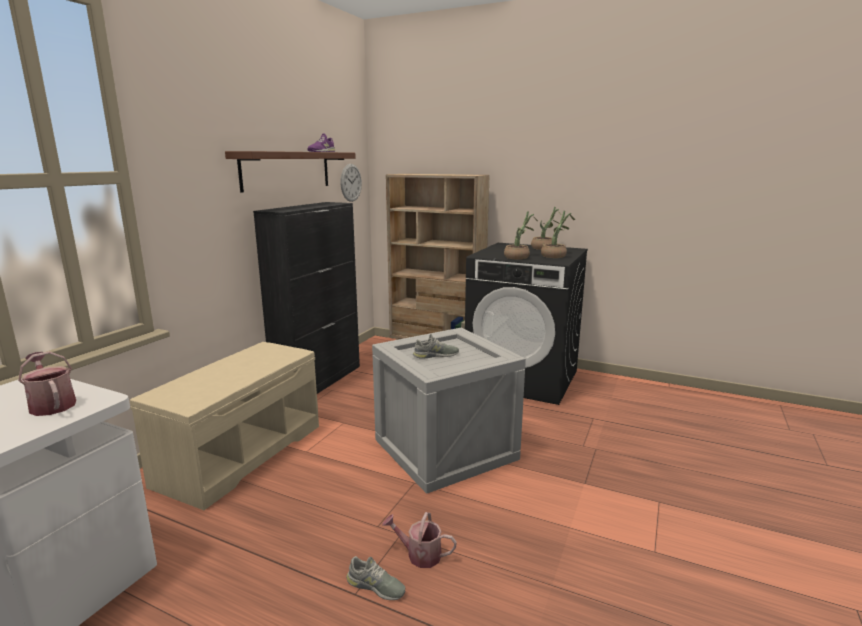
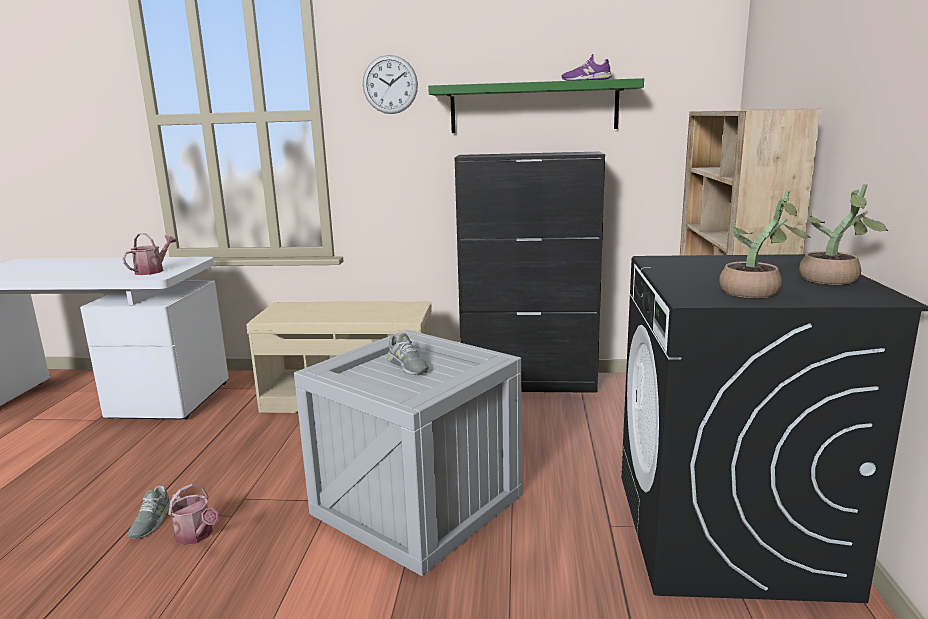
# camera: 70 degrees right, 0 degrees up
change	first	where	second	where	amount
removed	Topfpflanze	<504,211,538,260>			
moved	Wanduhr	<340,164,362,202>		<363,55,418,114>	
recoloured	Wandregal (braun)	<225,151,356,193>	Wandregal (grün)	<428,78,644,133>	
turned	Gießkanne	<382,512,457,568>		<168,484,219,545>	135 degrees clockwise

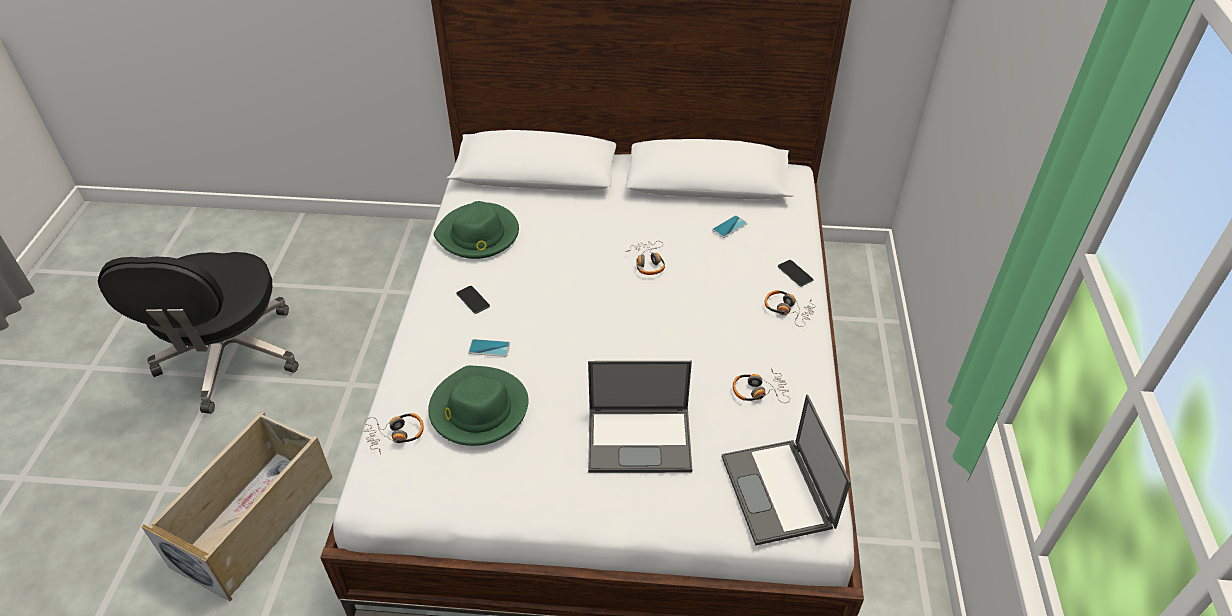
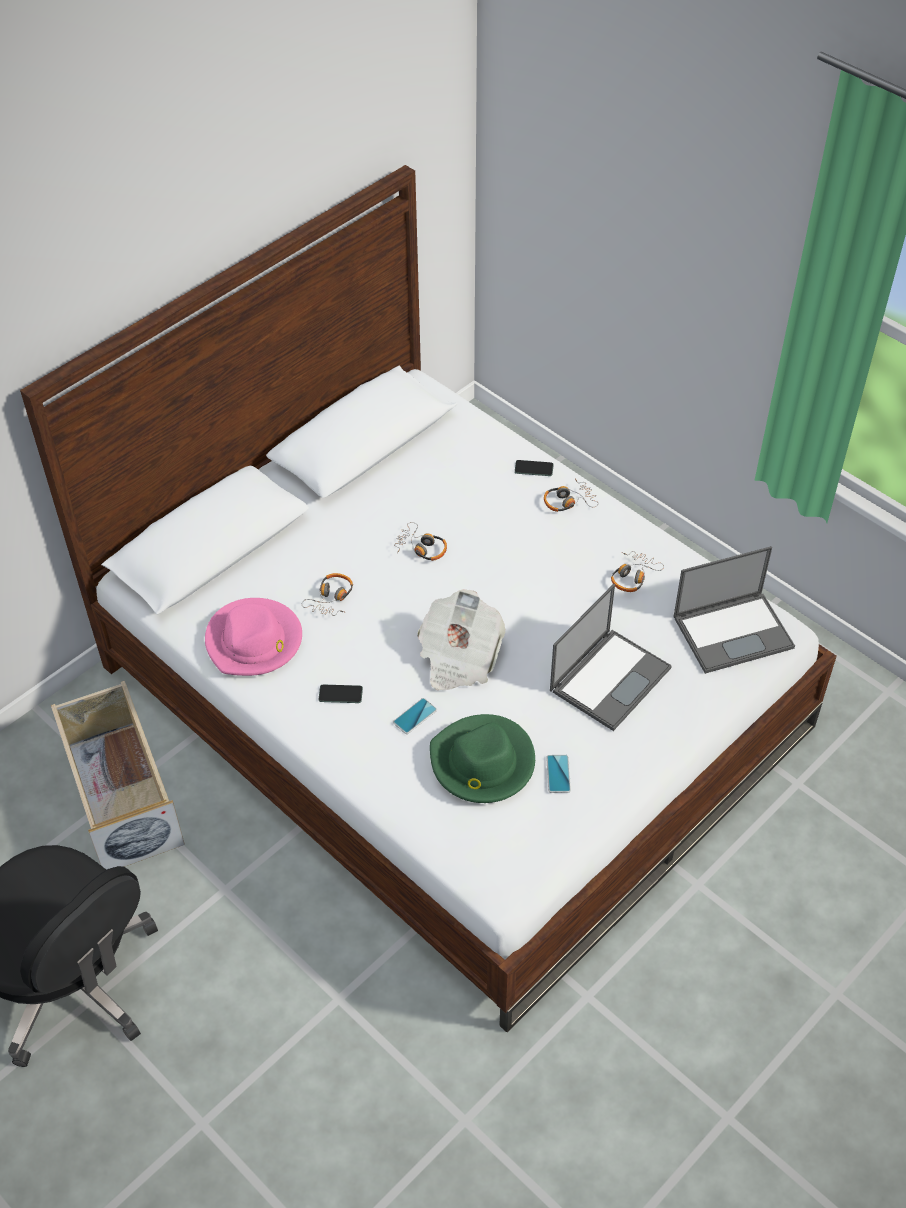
# camera: 50 degrees left, 5 degrees up
change	first	where	second	where	amount
added			Zeitung	<417,589,505,690>	
moved	Aufbewahrungsbox (beige)	<142,411,333,601>		<51,681,185,870>	
moved	Kopfhörer	<364,413,424,454>		<302,573,353,616>	
moved	Handy	<712,215,747,238>		<546,755,571,793>	
recoloured	Hut (grün)	<434,201,519,259>	Hut (rosa)	<205,598,302,676>	
turned	Laptop	<722,394,851,546>		<674,546,795,674>	45 degrees counterclockwise

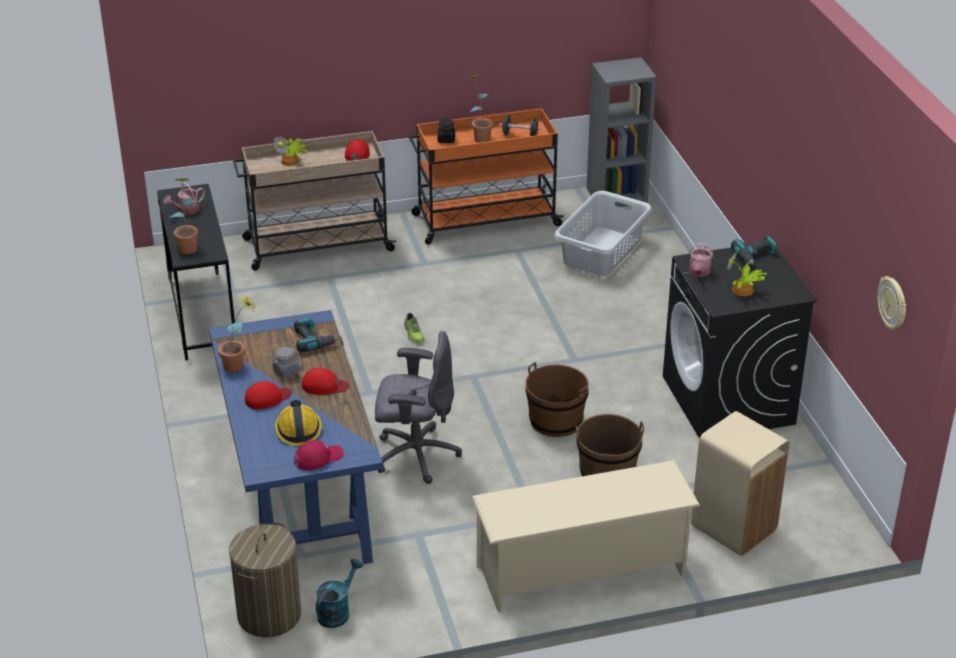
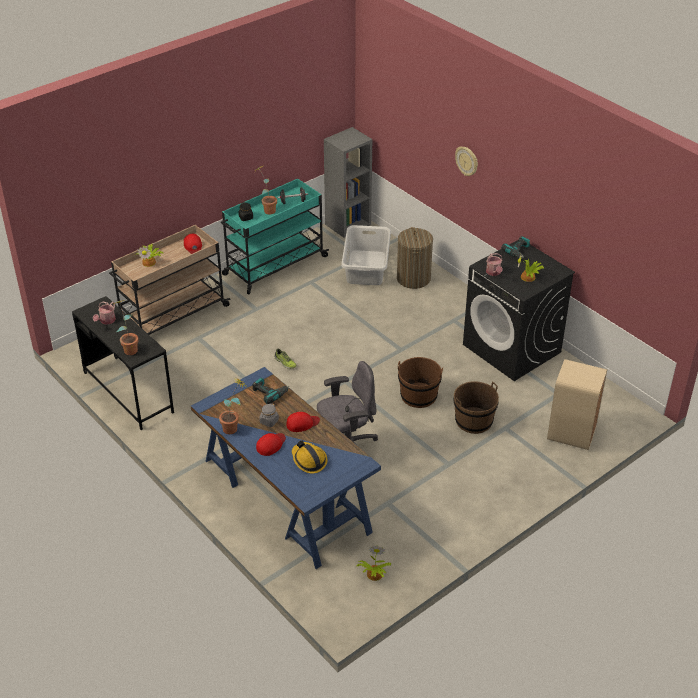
# camera: 25 degrees left, 5 degrees up
change	first	where	second	where	amount
removed	Kappe (rot)	<294,440,343,470>			
removed	Schuhregal (beige)	<472,460,700,612>			
moved	Wäschekorb	<229,523,301,637>		<397,227,433,289>	
moved	Wanduhr	<877,276,906,330>		<455,146,478,176>	
replaced	Gießkanne (türkis)	<316,559,363,628>	Topfpflanze	<356,546,391,581>	
recoloured	Rollwagen (orange)	<409,108,564,245>	Rollwagen (türkis)	<221,179,329,294>	

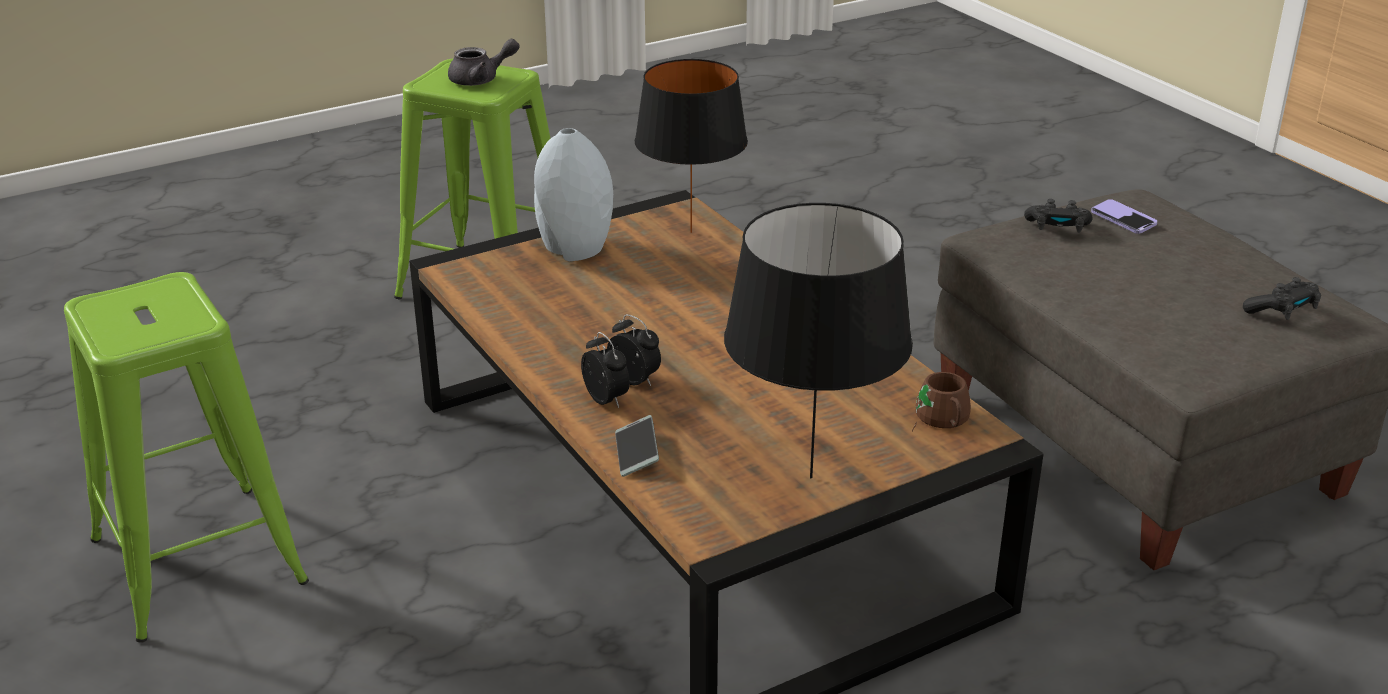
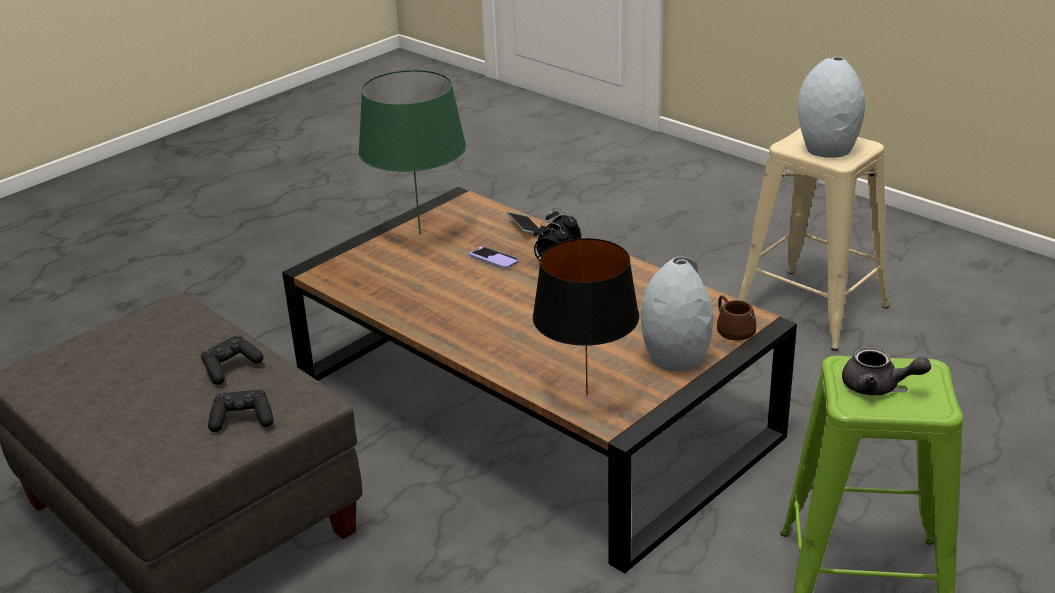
# camera: 165 degrees right, 0 degrees up
change	first	where	second	where	amount
added			Vase (grau)	<798,57,865,158>	
moved	Henkelbecher (braun)	<912,372,971,432>		<717,295,756,341>	
moved	Handy	<1091,199,1157,234>		<469,246,519,269>	
moved	Gamepad (schwarz)	<1243,277,1321,320>		<201,336,263,385>	
recoloured	Hocker (grün)	<64,272,309,643>	Hocker (beige)	<739,128,889,351>	
recoloured	Tischlampe (schwarz)	<724,203,913,478>	Tischlampe (grün)	<358,70,466,235>	
turned	Teekanne (grau)	<448,39,520,86>		<842,347,931,396>	120 degrees counterclockwise

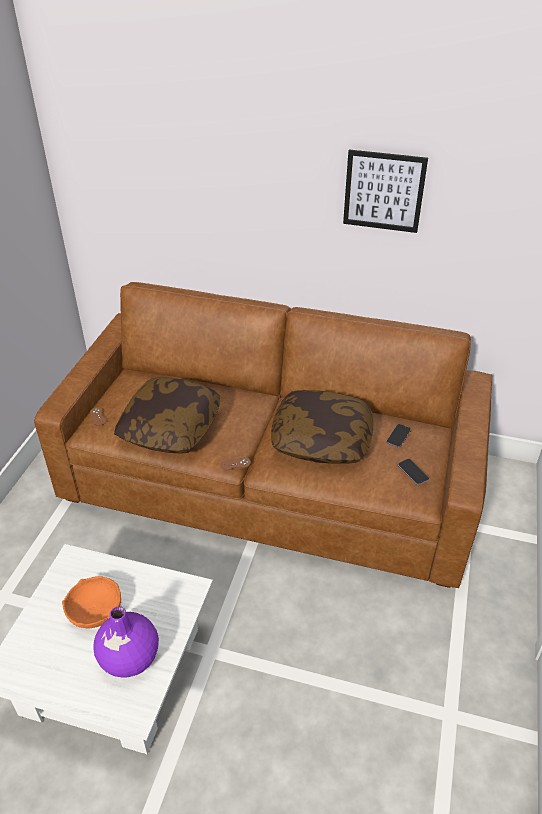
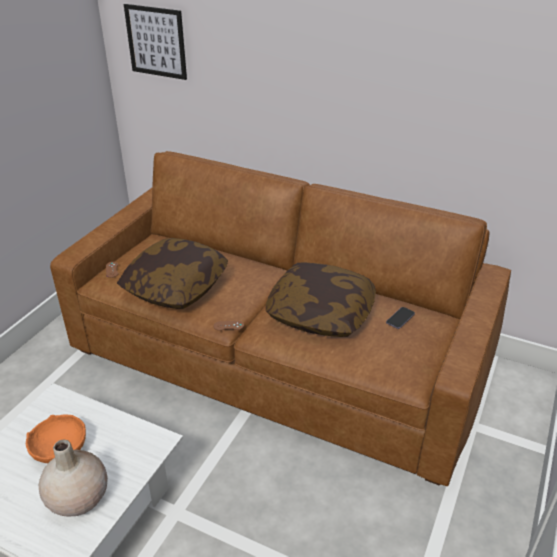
# camera: 10 degrees right, 5 degrees down
change	first	where	second	where	amount
removed	Handy	<398,459,429,485>			
moved	Bild	<343,150,428,233>		<124,4,187,80>	
recoloured	Vase (lila)	<93,607,159,677>	Vase (beige)	<39,439,108,517>	

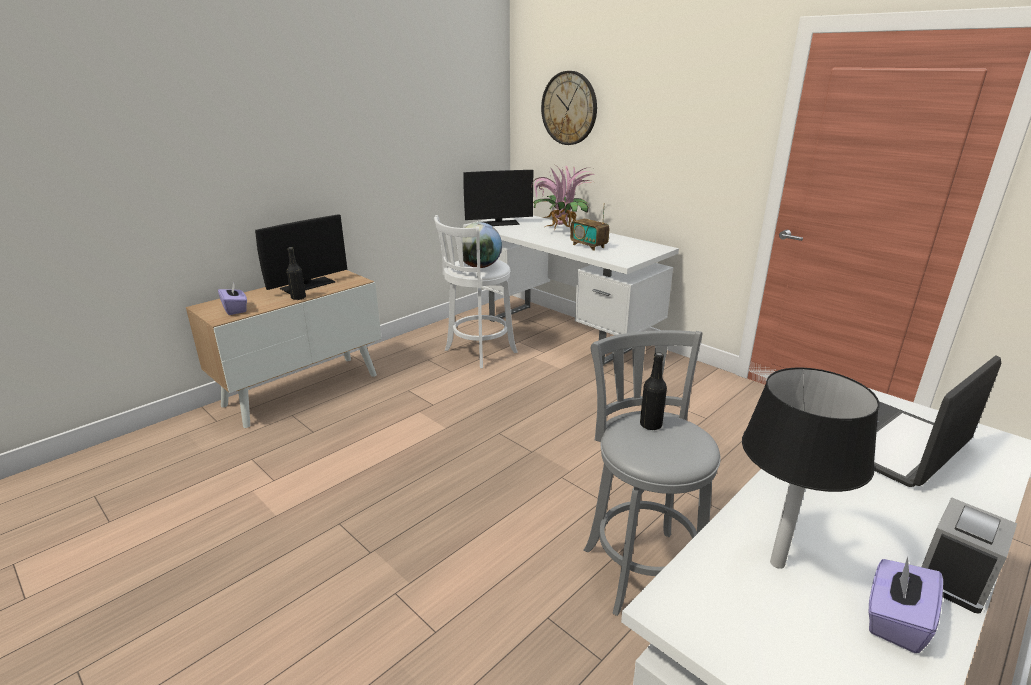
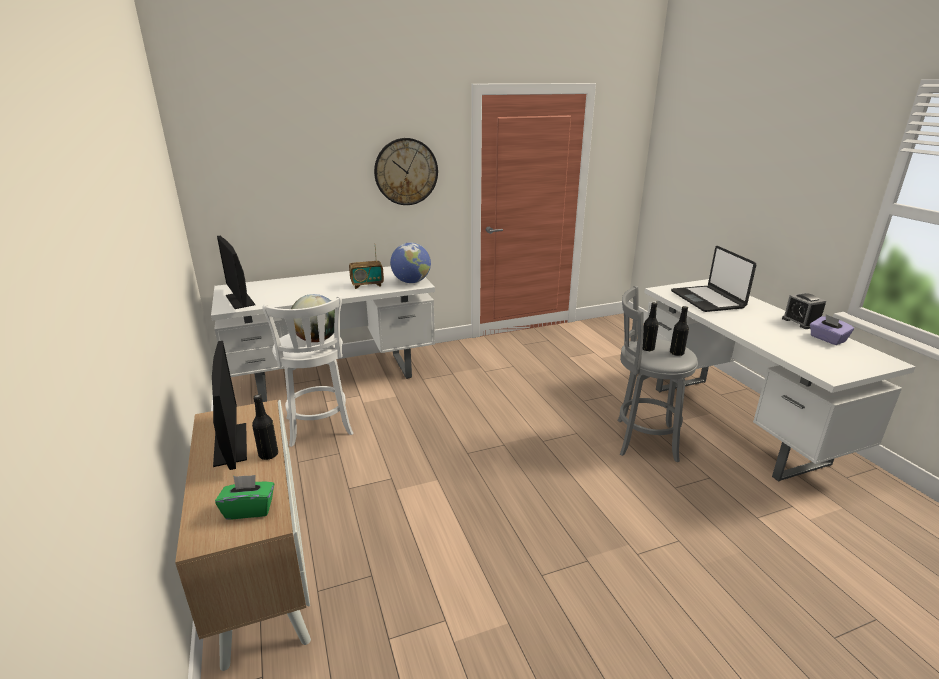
# camera: 65 degrees left, 0 degrees up
change	first	where	second	where	amount
removed	Topfpflanze	<531,165,596,228>			
removed	Tischlampe (schwarz)	<742,368,879,569>			
added			Globus	<390,242,431,283>	
added			Flasche (schwarz)	<670,306,689,356>	
moved	Wanduhr	<541,71,597,145>		<374,138,438,205>	
recoloured	Taschentuchbox (lila)	<218,283,247,315>	Taschentuchbox (grün)	<215,475,274,519>	
turned	Monitor	<463,170,533,226>		<217,236,256,309>	135 degrees clockwise

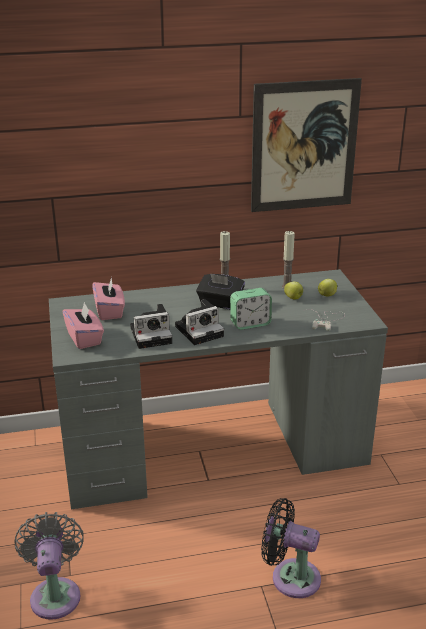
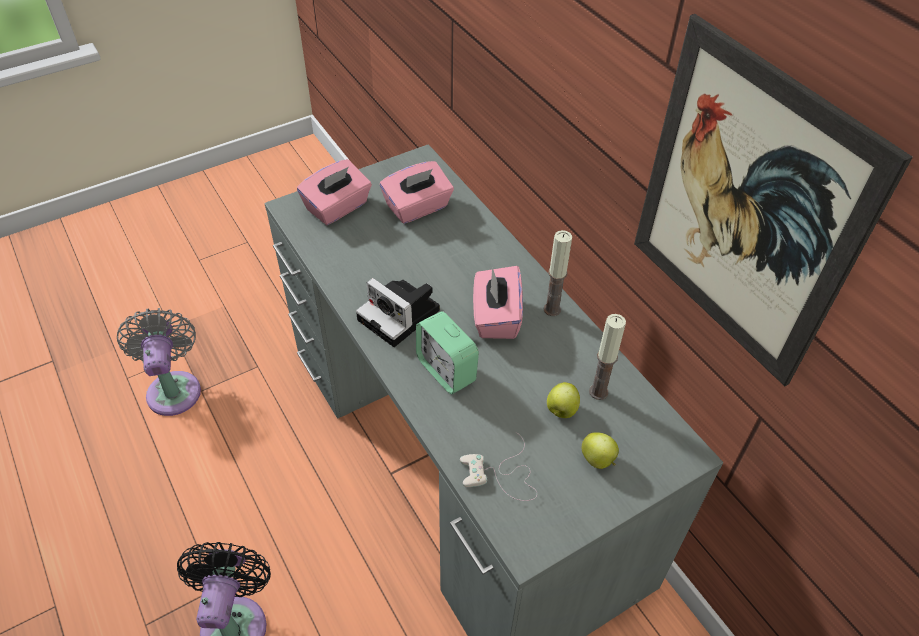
# camera: 70 degrees right, 20 degrees up
change	first	where	second	where	amount
removed	Kamera	<130,304,172,349>			
recoloured	Taschentuchbox (schwarz)	<196,273,245,309>	Taschentuchbox (rosa)	<473,266,523,339>	
turned	Ventilator (grau)	<15,512,84,620>		<117,308,201,416>	75 degrees counterclockwise

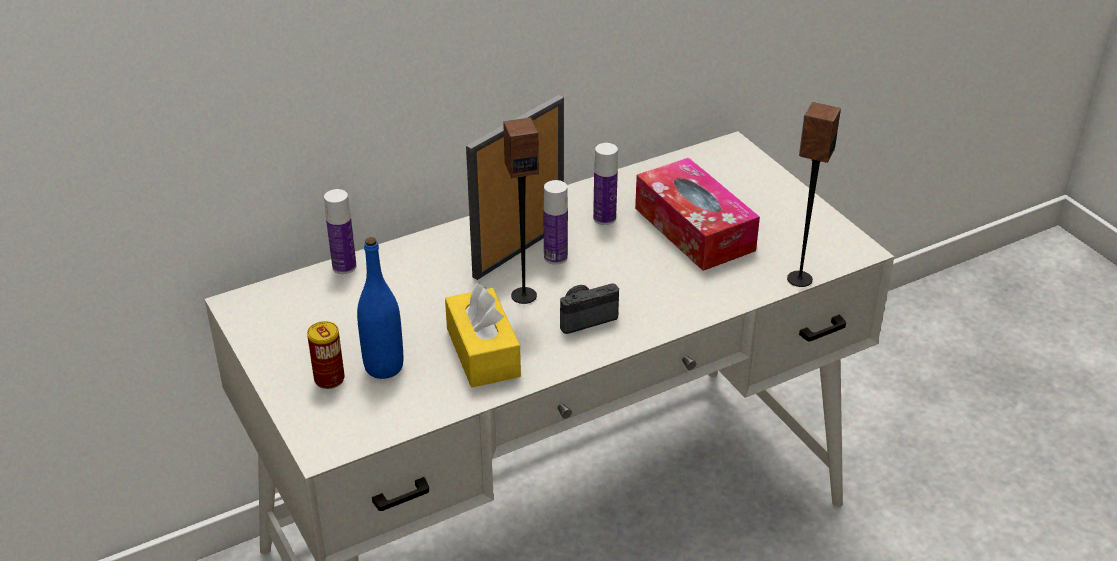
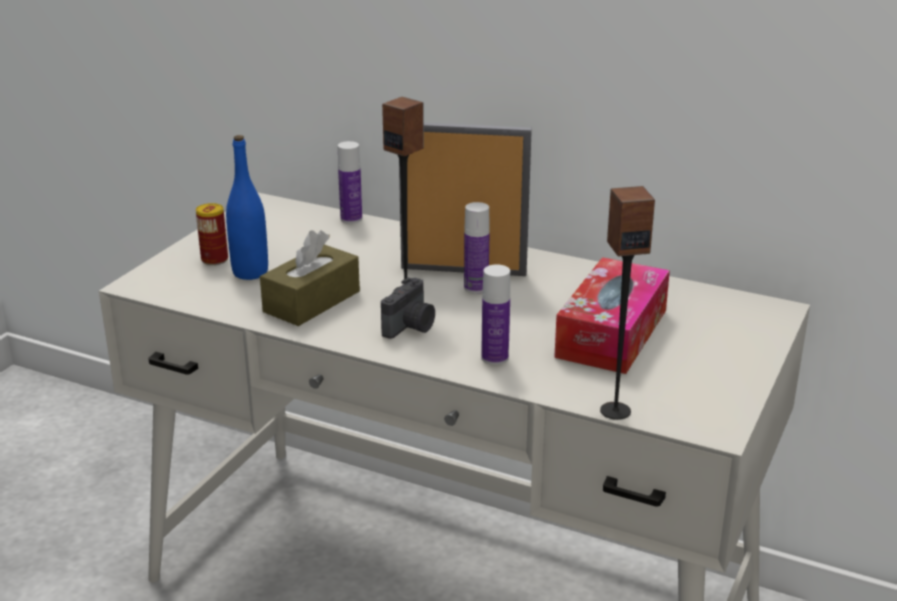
# camera: 55 degrees right, 10 degrees down
change	first	where	second	where	amount
moved	Flasche	<593,143,618,225>		<481,264,510,365>	
recoloured	Taschentuchbox (gelb)	<445,283,521,388>	Taschentuchbox (braun)	<260,230,360,326>	
turned	Kamera	<560,283,619,334>		<381,277,435,339>	90 degrees clockwise

